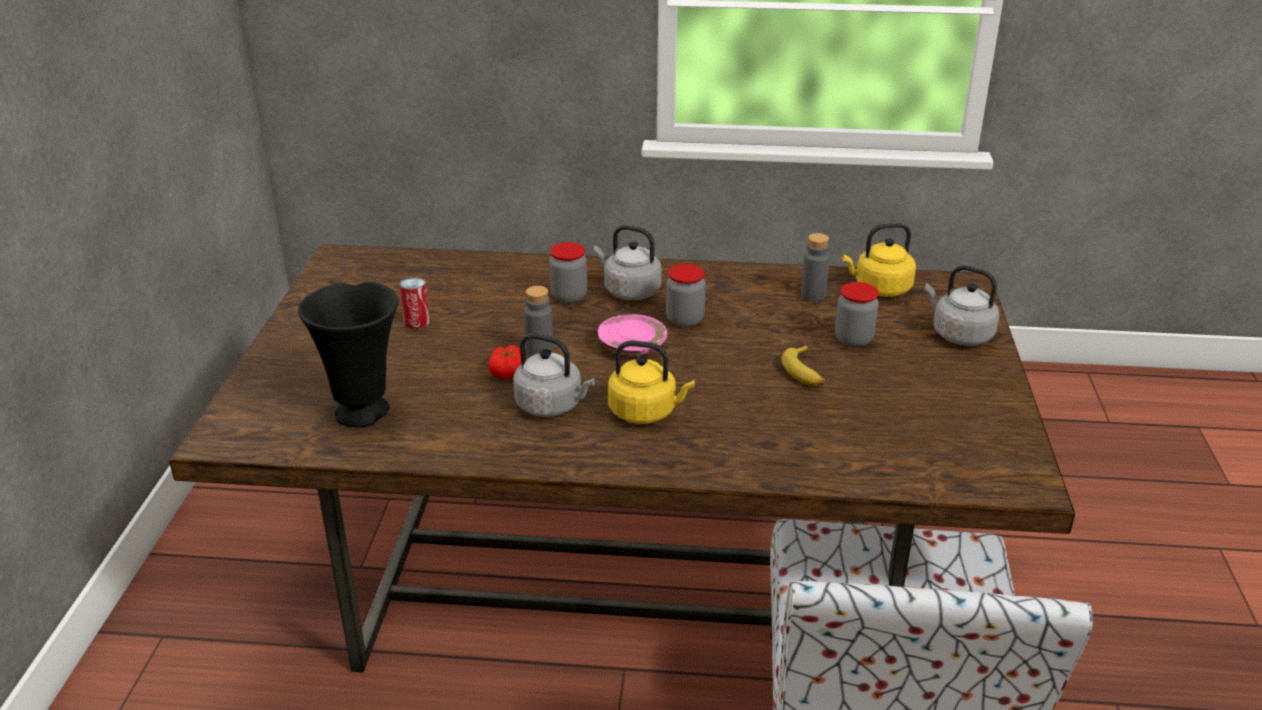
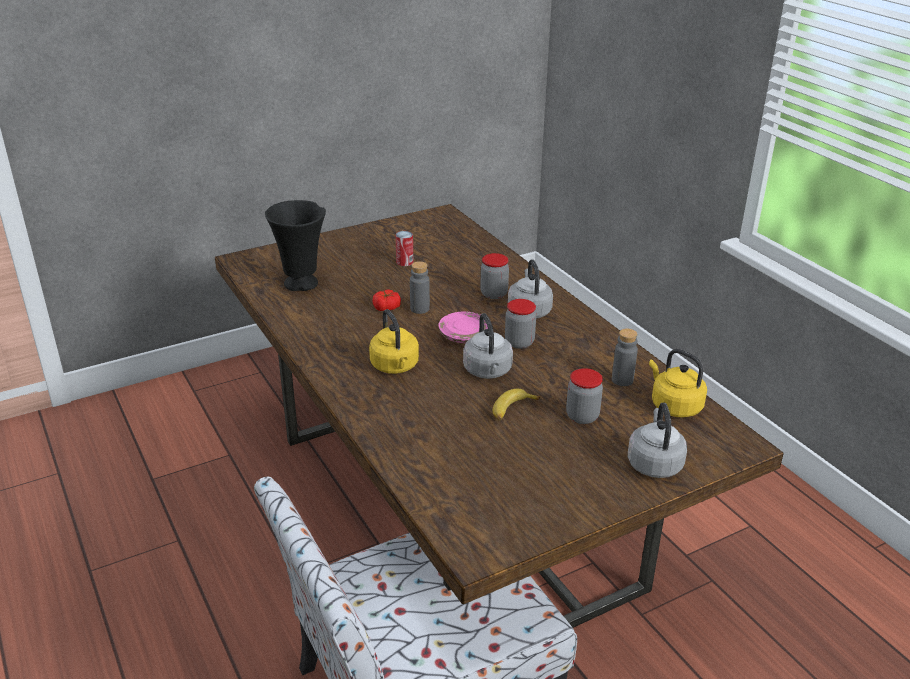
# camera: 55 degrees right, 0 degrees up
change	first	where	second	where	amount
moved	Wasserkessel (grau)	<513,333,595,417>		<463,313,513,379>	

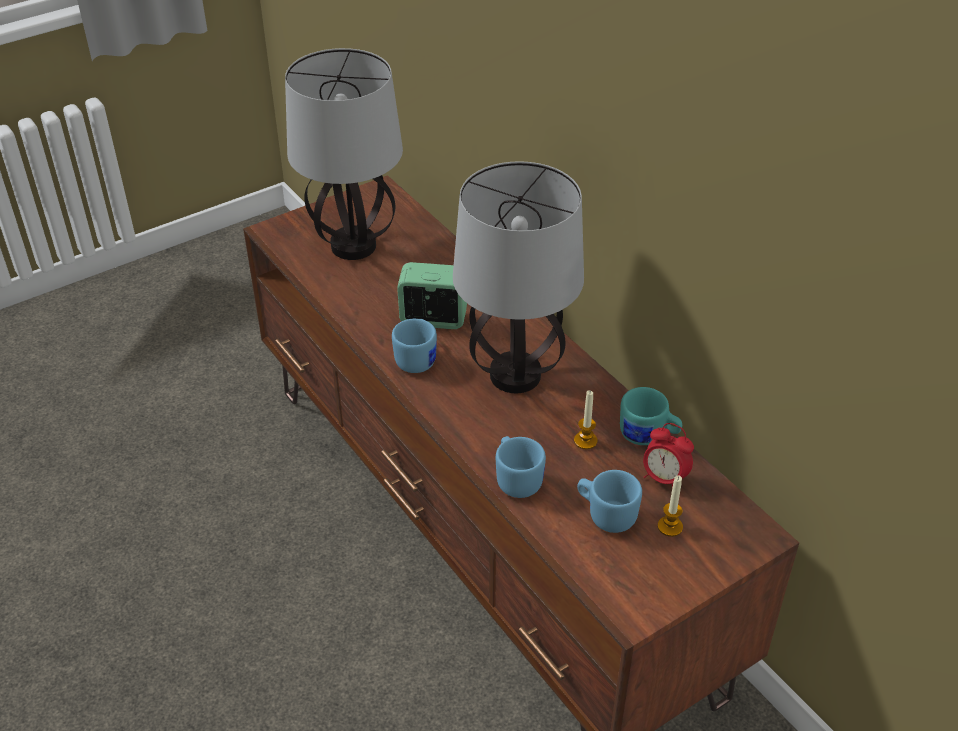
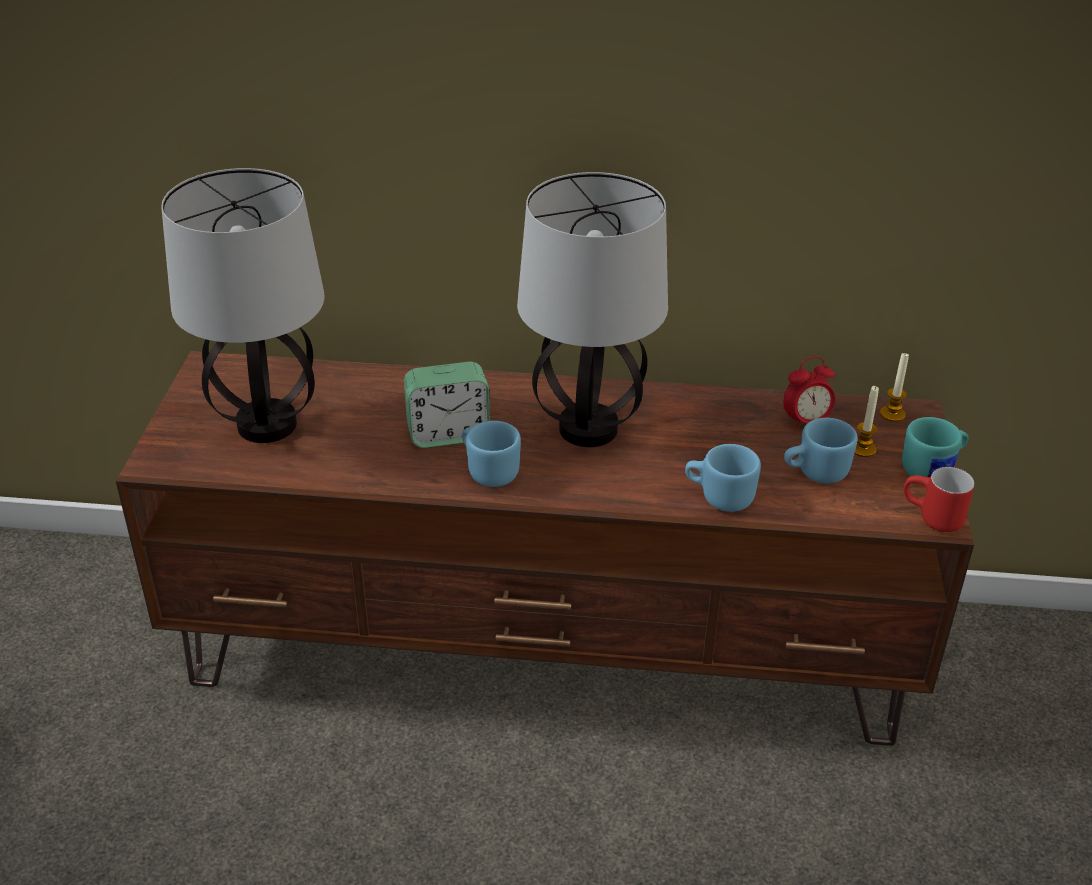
# camera: 50 degrees left, 5 degrees down
change	first	where	second	where	amount
added			Henkelbecher (rot)	<904,467,974,532>	
moved	Kerze	<574,391,598,449>		<880,352,909,422>	
moved	Henkelbecher (türkis)	<620,387,682,445>		<902,417,969,477>	
turned	Wecker	<397,262,467,329>		<404,362,490,448>	150 degrees counterclockwise

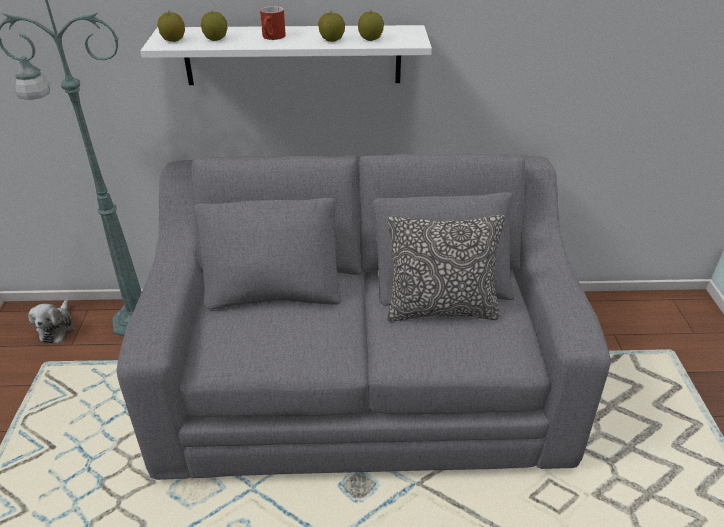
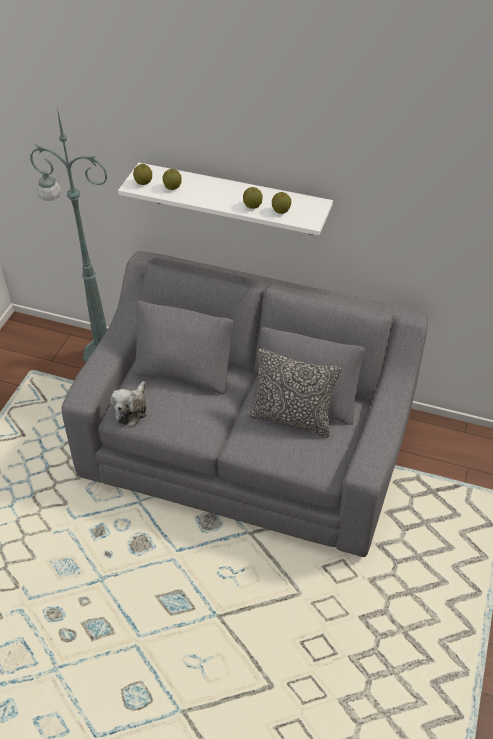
# camera: 20 degrees right, 10 degrees up
change	first	where	second	where	amount
removed	Henkelbecher (rot)	<260,6,286,40>			
moved	Plüschtier	<28,300,74,343>		<111,381,146,426>	

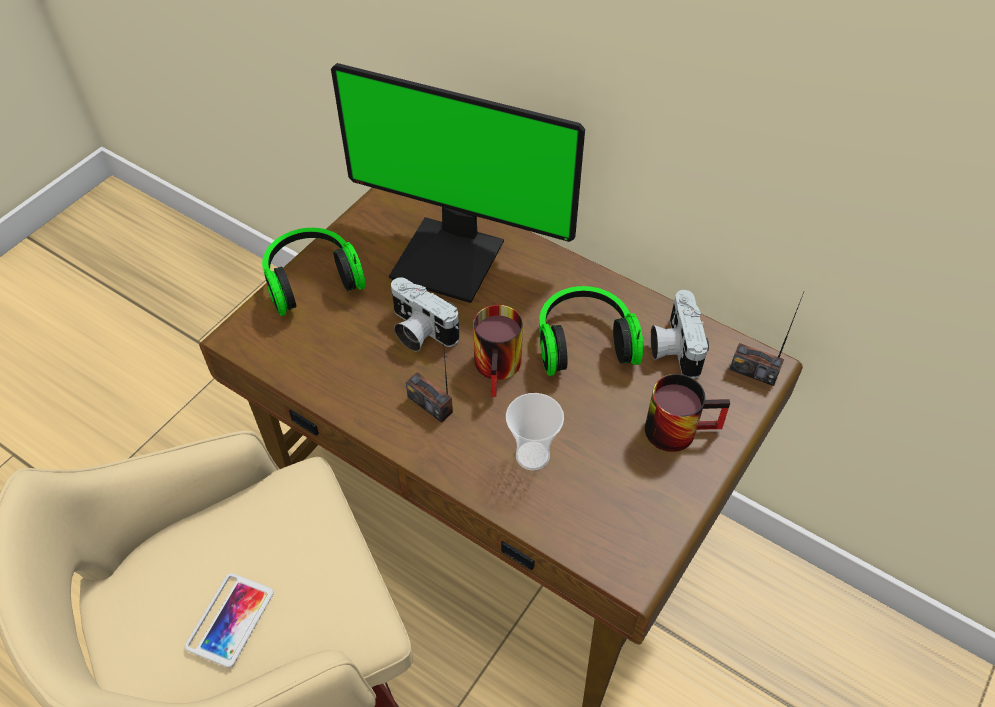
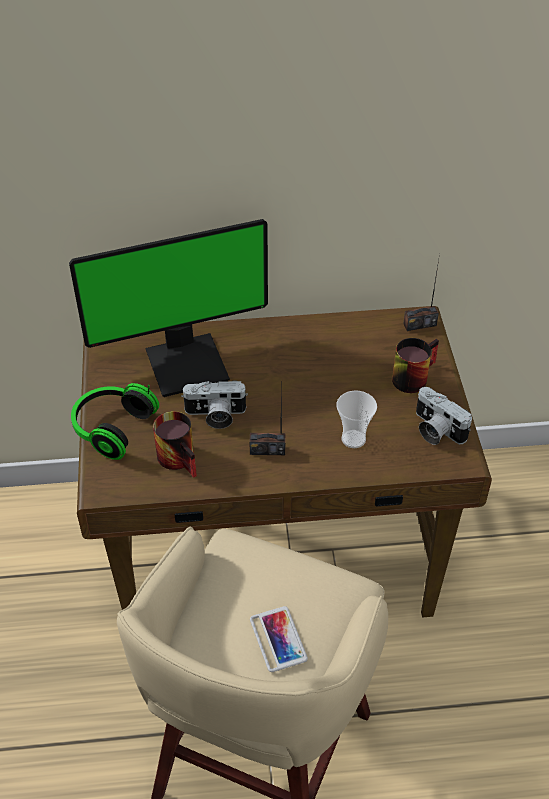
# camera: 40 degrees left, 5 degrees down
change	first	where	second	where	amount
removed	Kopfhörer	<539,286,643,376>			
moved	Henkelbecher	<473,305,523,397>		<153,411,197,478>	
moved	Kamera	<650,290,709,379>		<416,387,472,445>	

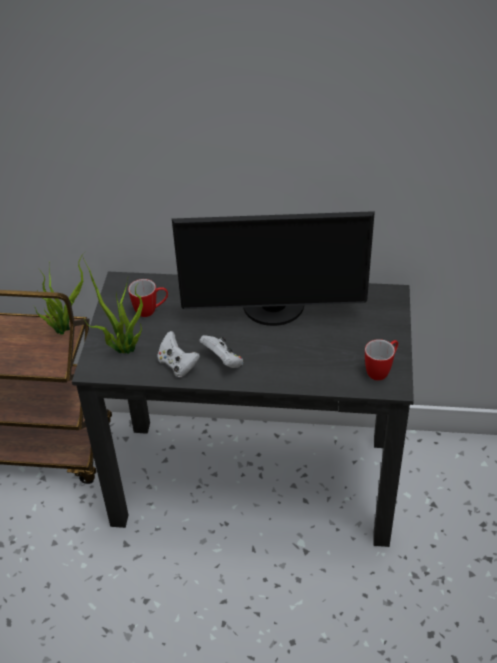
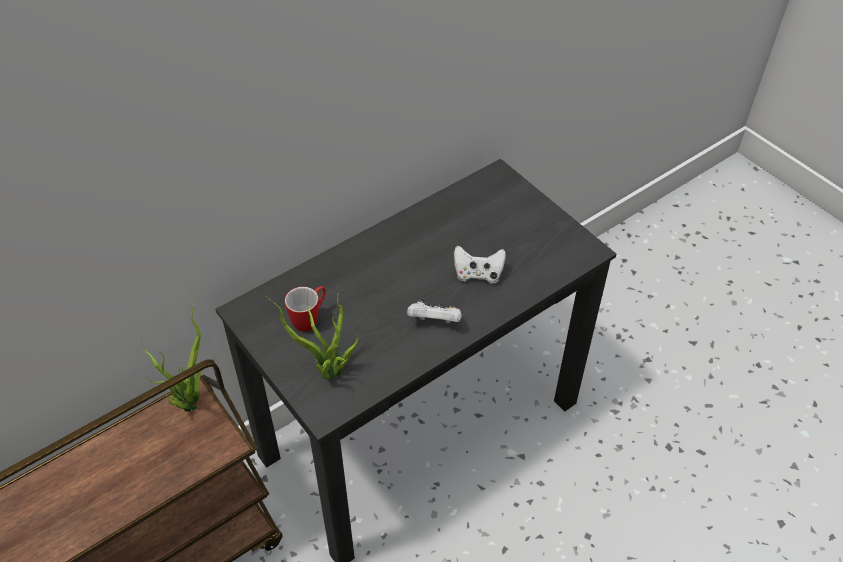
# camera: 45 degrees left, 5 degrees up
change	first	where	second	where	amount
removed	Monitor	<172,211,375,326>			
removed	Henkelbecher	<365,339,398,380>			
moved	Gamepad (weiß)	<157,331,200,377>		<454,246,506,283>	

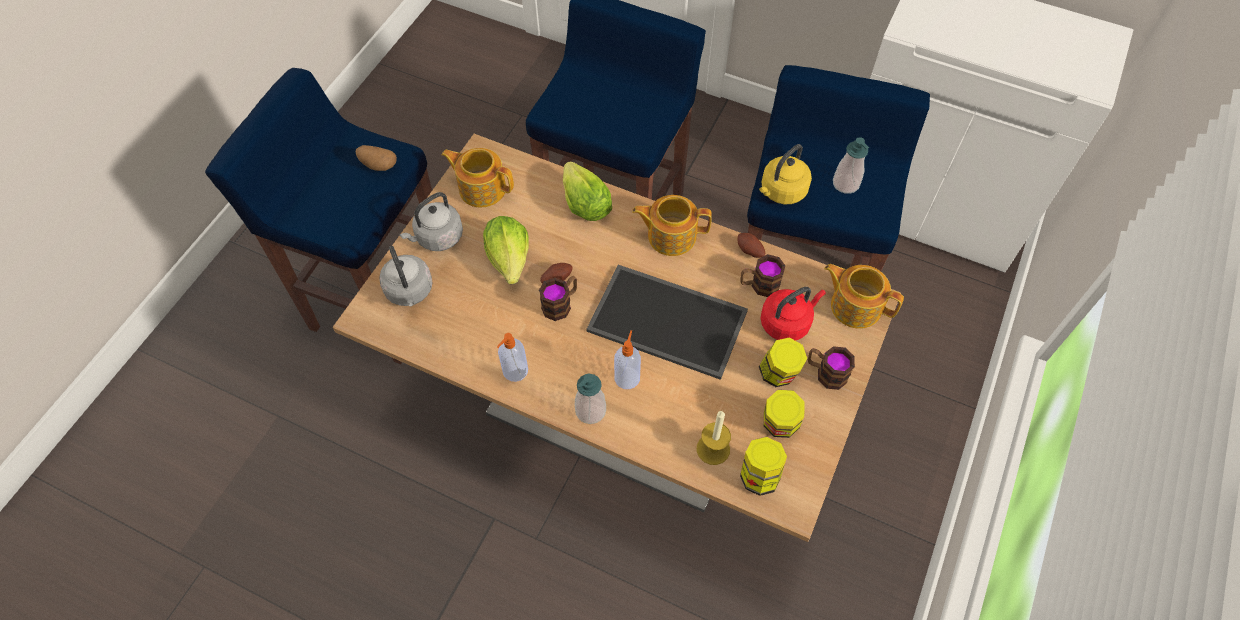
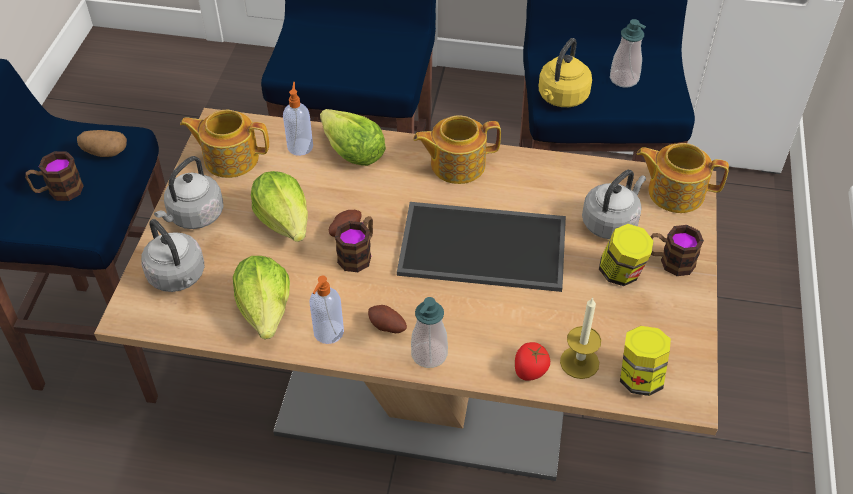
# camera: 15 degrees left, 10 degrees down
change	first	where	second	where	amount
removed	Vorratsglas	<764,390,804,438>			
added			Salatkopf	<233,256,290,339>	
added			Tomate	<515,342,550,381>	
moved	Seifenspender	<614,330,641,389>		<283,82,313,156>	
moved	Kartoffel	<737,233,765,258>		<368,305,407,333>	
moved	Henkelbecher	<740,254,785,297>		<25,151,84,201>	
recoloured	Wasserkessel (rot)	<760,287,826,341>	Wasserkessel (grau)	<582,170,646,239>	

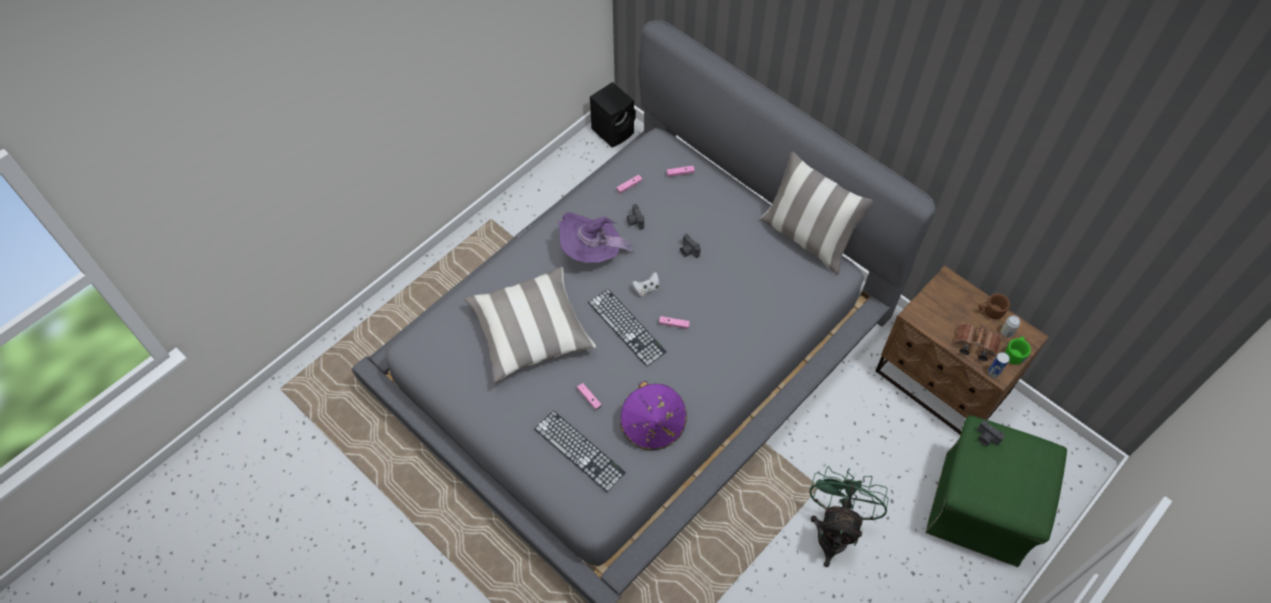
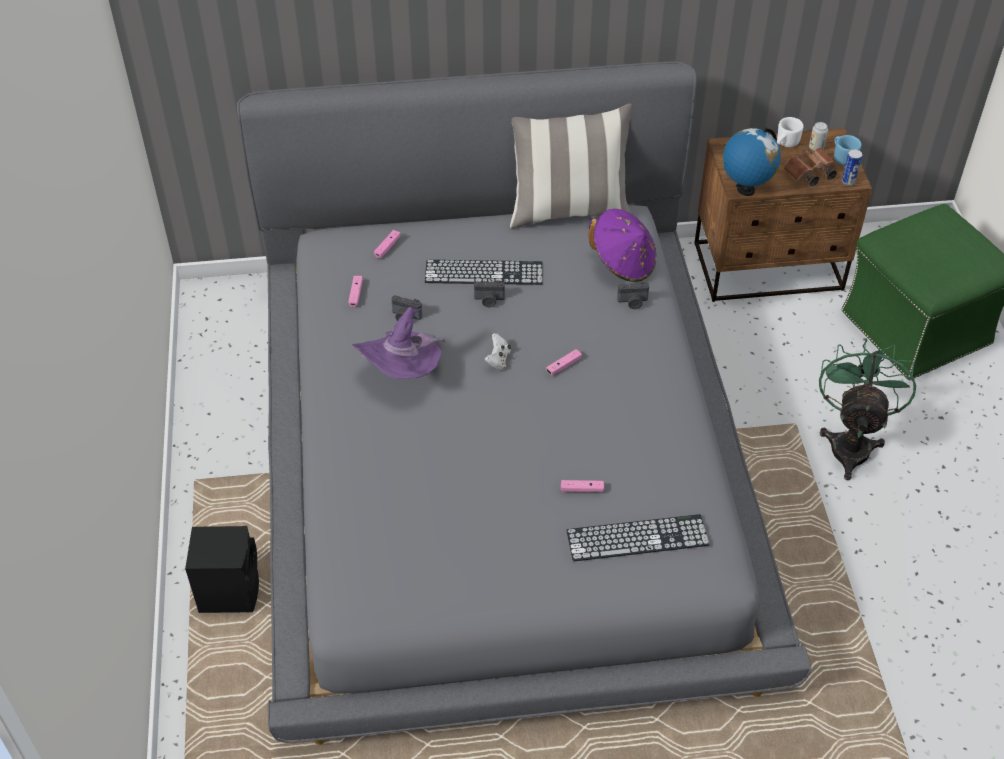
# camera: 50 degrees left, 10 degrees down
change	first	where	second	where	amount
removed	Kissen	<464,267,596,383>			
added			Globus	<722,127,781,196>	
moved	Tastatur	<588,289,666,367>		<425,260,543,285>	
moved	Lautsprecher (schwarz)	<590,82,636,147>		<185,526,259,613>	
moved	Hut (lila)	<620,381,687,450>		<588,209,657,282>	
moved	Kamera	<977,420,1005,446>		<617,282,649,309>	
recoloured	Henkelbecher (braun)	<979,293,1010,319>	Henkelbecher (weiß)	<777,117,804,147>	
recoloured	Henkelbecher (grün)	<1005,337,1031,365>	Henkelbecher (blau)	<834,135,861,166>	
turned	Ventilator (grün)	<809,467,889,567>		<819,339,916,480>	45 degrees clockwise

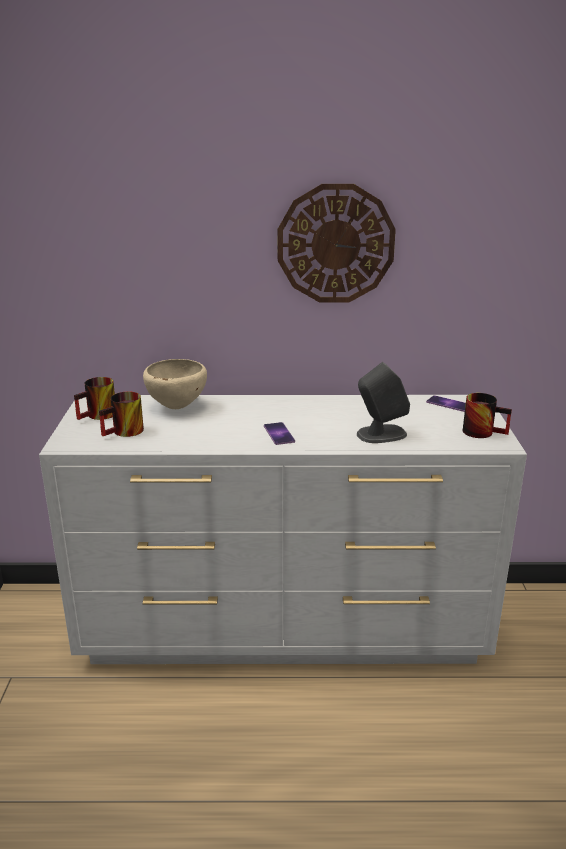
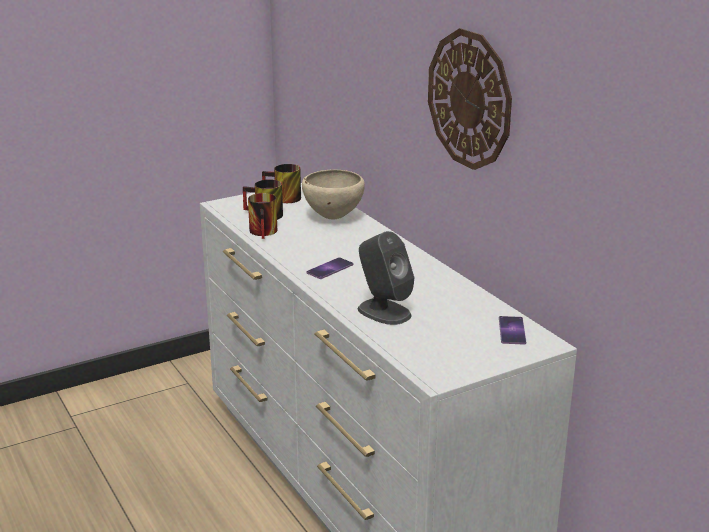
# camera: 60 degrees right, 0 degrees up
change	first	where	second	where	amount
moved	Henkelbecher	<463,393,512,438>		<248,193,277,239>	

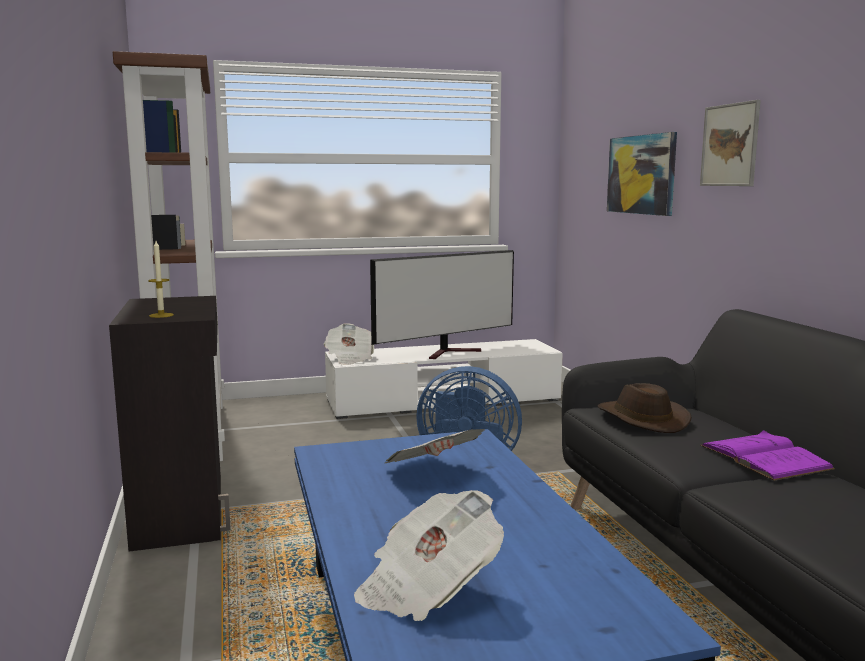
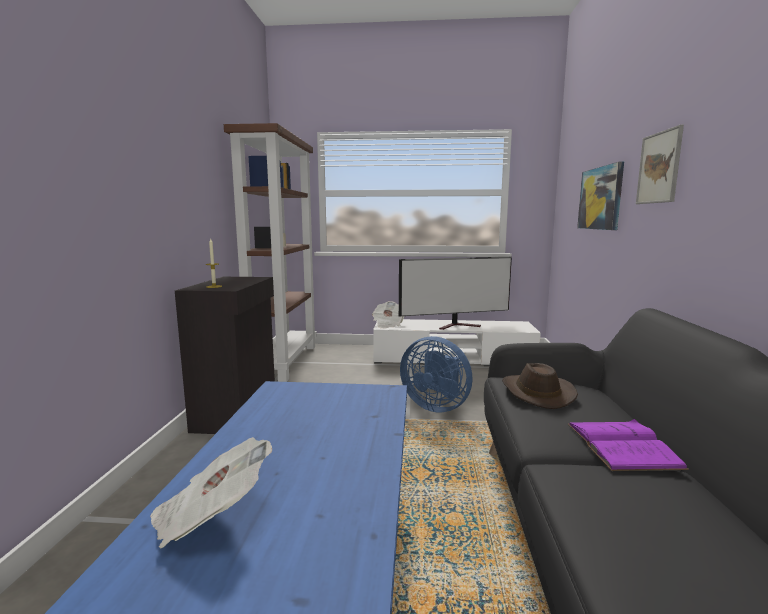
# camera: 20 degrees right, 0 degrees up
change	first	where	second	where	amount
removed	Zeitung	<385,429,485,463>			

